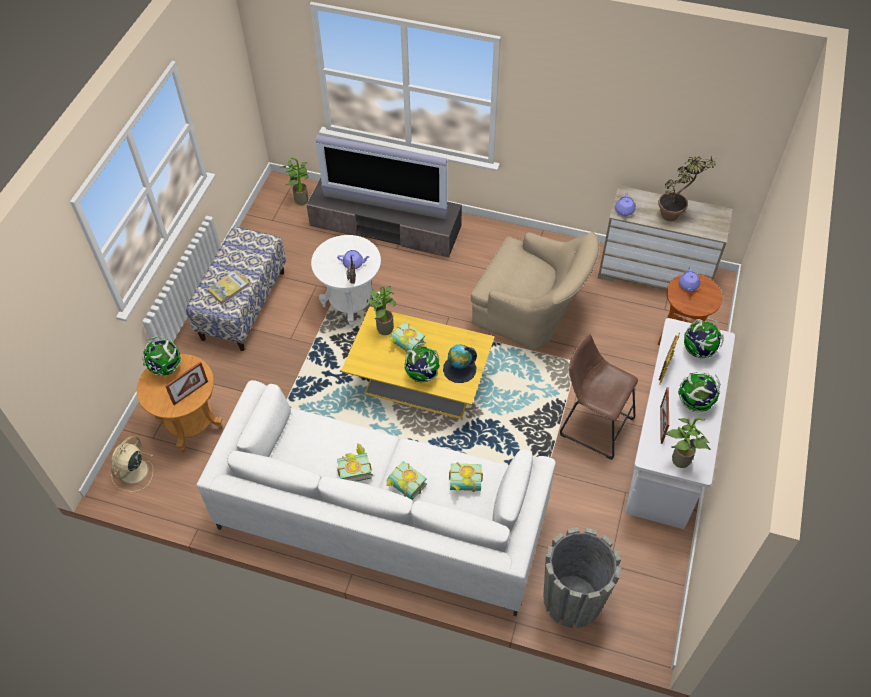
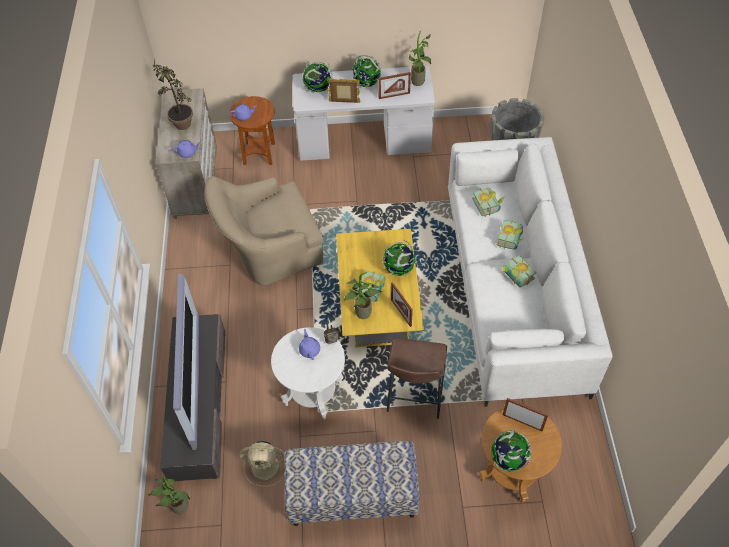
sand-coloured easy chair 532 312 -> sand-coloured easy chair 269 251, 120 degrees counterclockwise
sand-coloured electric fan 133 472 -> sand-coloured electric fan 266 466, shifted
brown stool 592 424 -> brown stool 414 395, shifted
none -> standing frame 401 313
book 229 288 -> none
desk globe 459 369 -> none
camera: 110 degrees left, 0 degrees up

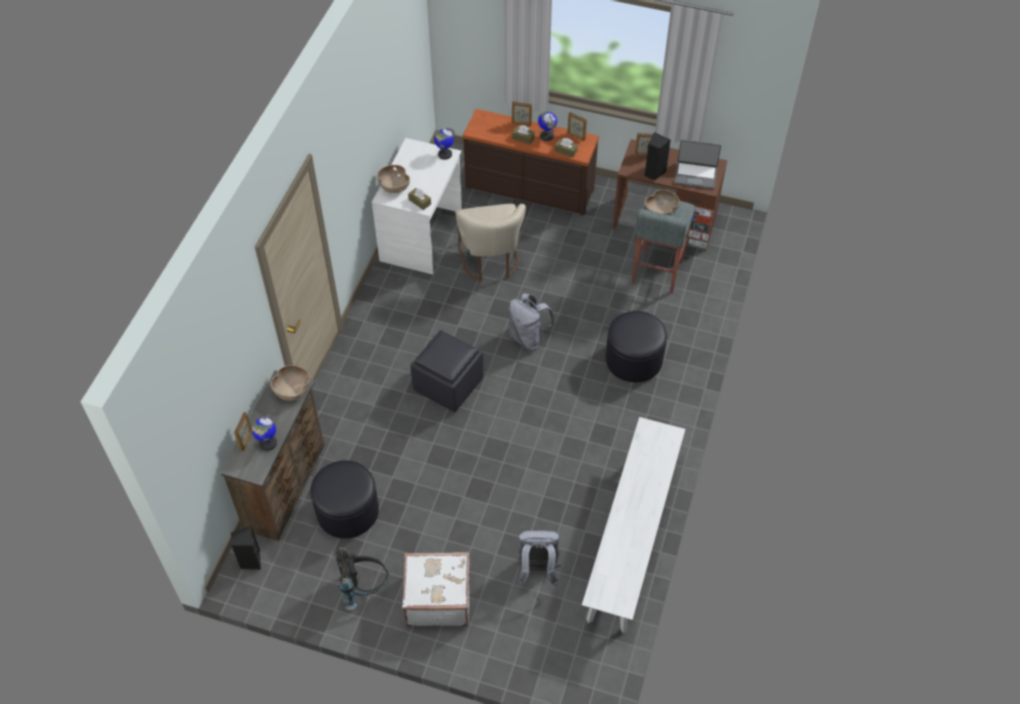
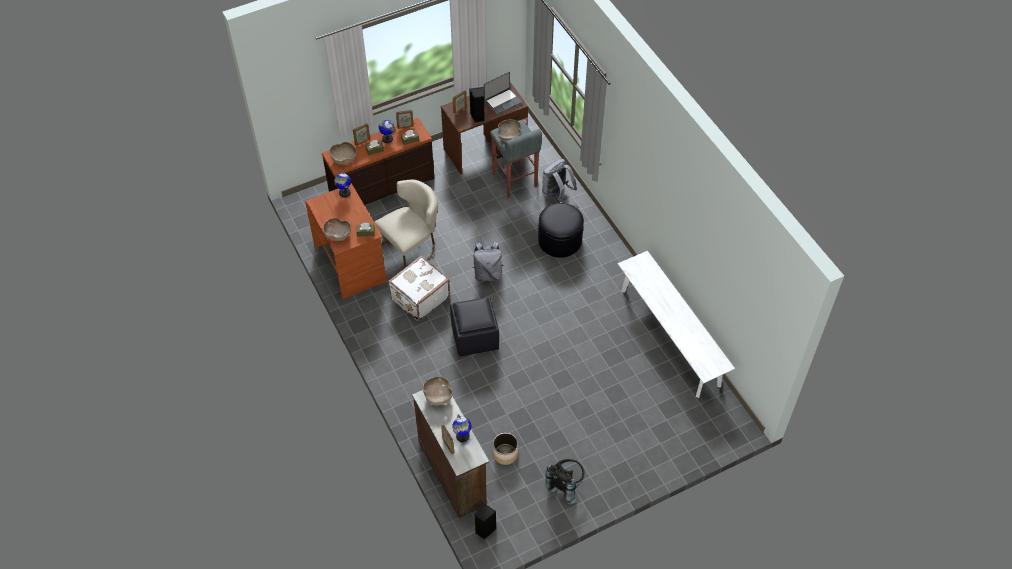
whitish desk unit 422 236 -> brown desk unit 351 264
none -> brown bowl 344 159
sand-coloured chair 490 261 -> sand-coloured chair 412 247, 75 degrees counterclockwise
whitish suitcase 437 598 -> whitish suitcase 419 298, shifted
black-coloured ottoman 347 511 -> flower pot 505 454
greyish knapsack 537 570 -> greyish knapsack 556 194, shifted
camera: 45 degrees left, 0 degrees up

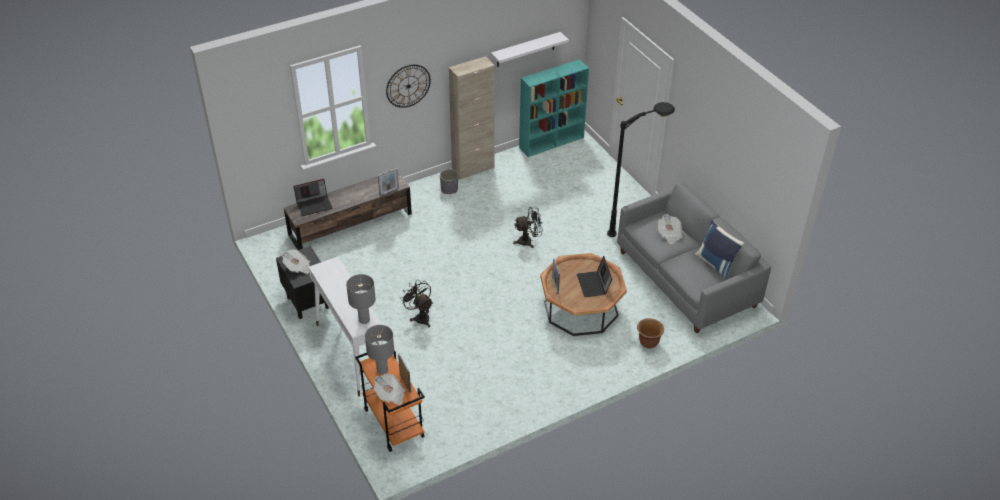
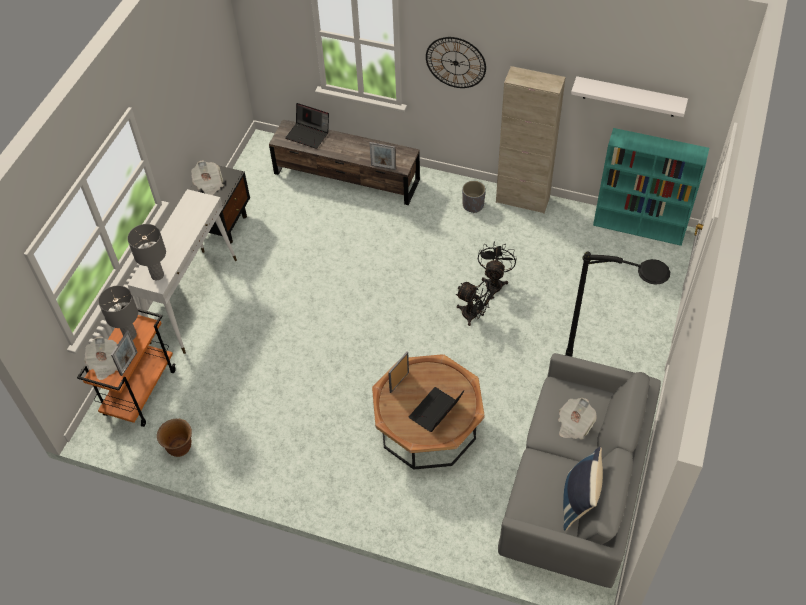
brown flower pot 648 342 -> brown flower pot 179 447, shifted
black-coloured electric fan 420 317 -> black-coloured electric fan 494 283, shifted
camera: 50 degrees right, 10 degrees up

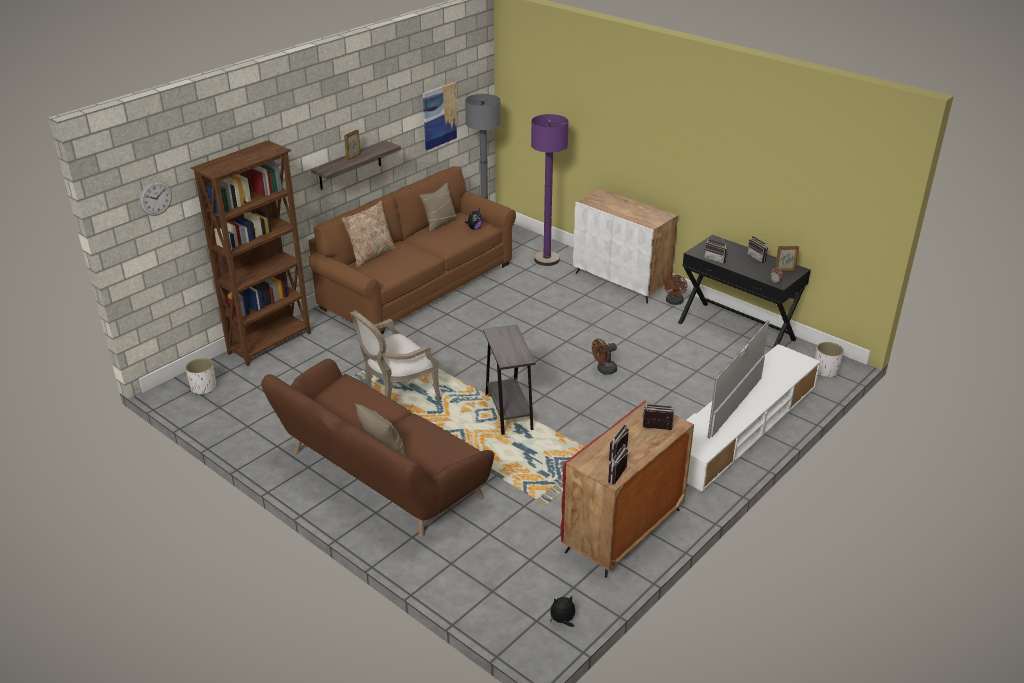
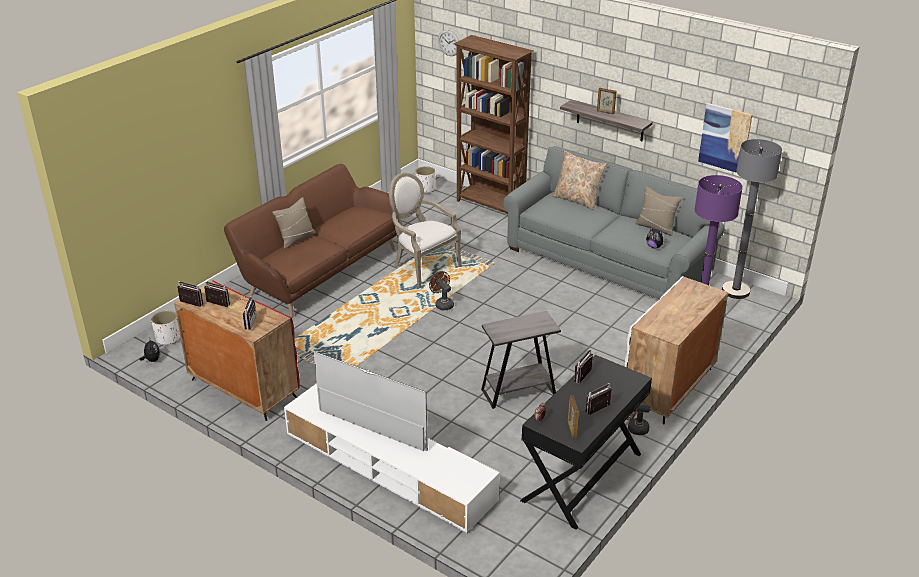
whitish flower pot 825 371 -> whitish flower pot 168 339, shifted
brown electric fan 604 370 -> brown electric fan 442 304, shifted
greyish end table 508 412 -> greyish end table 518 392, shifted
brown couch 417 285 -> greyish couch 609 261
camera: 85 degrees right, 0 degrees up

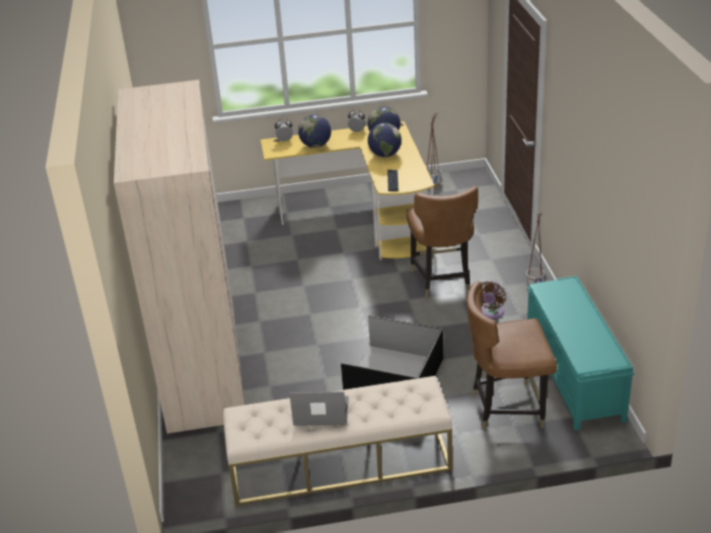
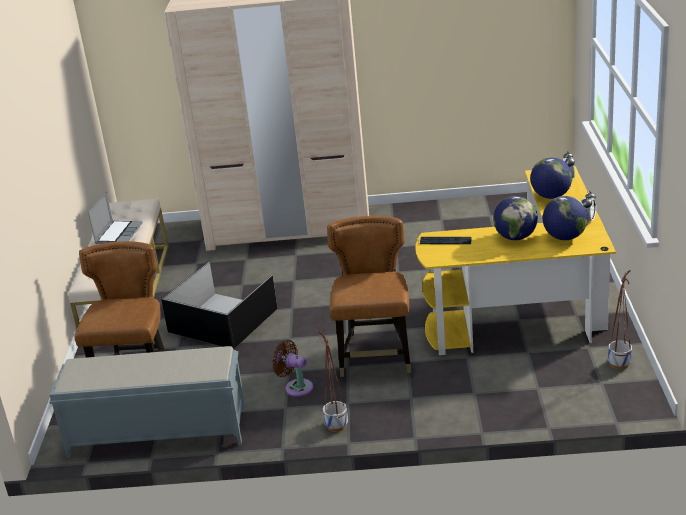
turquoise indoor bench 574 376 -> greyish indoor bench 156 432
brown chair 442 280 -> brown chair 376 358, 90 degrees clockwise
camera: 100 degrees right, 5 degrees down

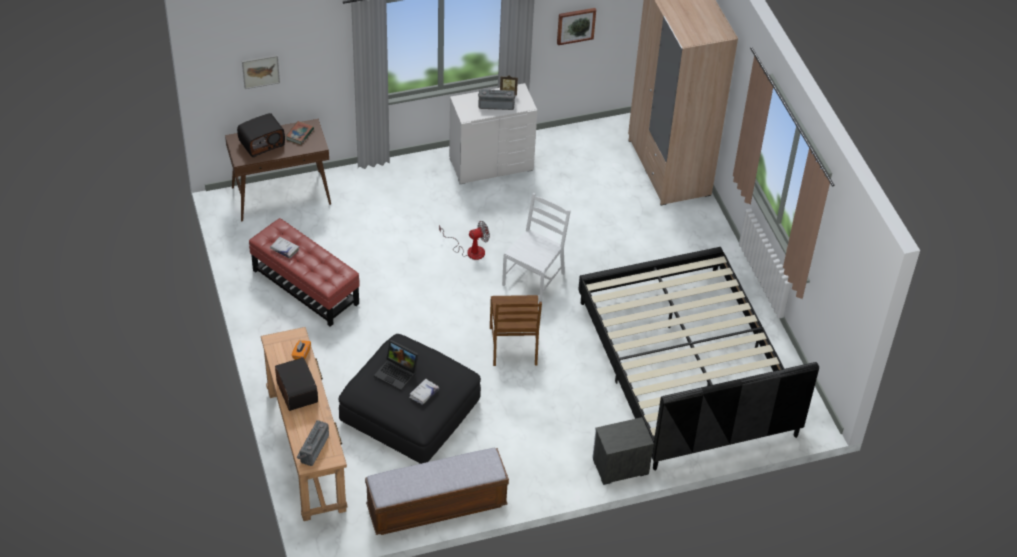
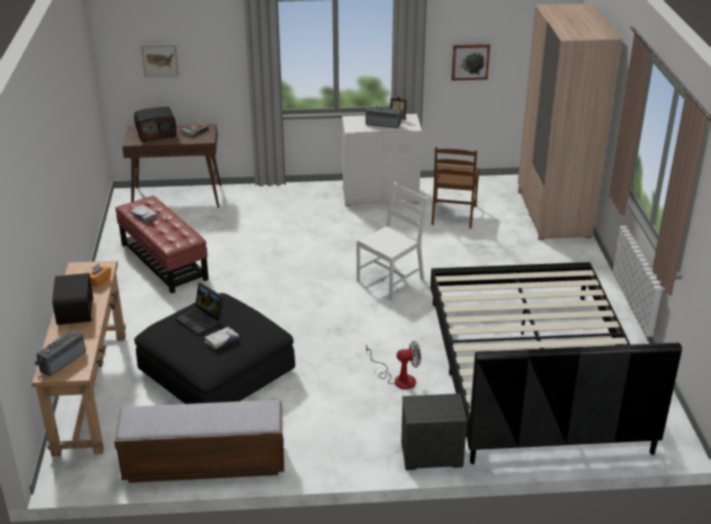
electric fan 470 250 -> electric fan 398 378, shifted
brown chair 514 346 -> brown chair 453 215, shifted
camera: 15 degrees right, 15 degrees down

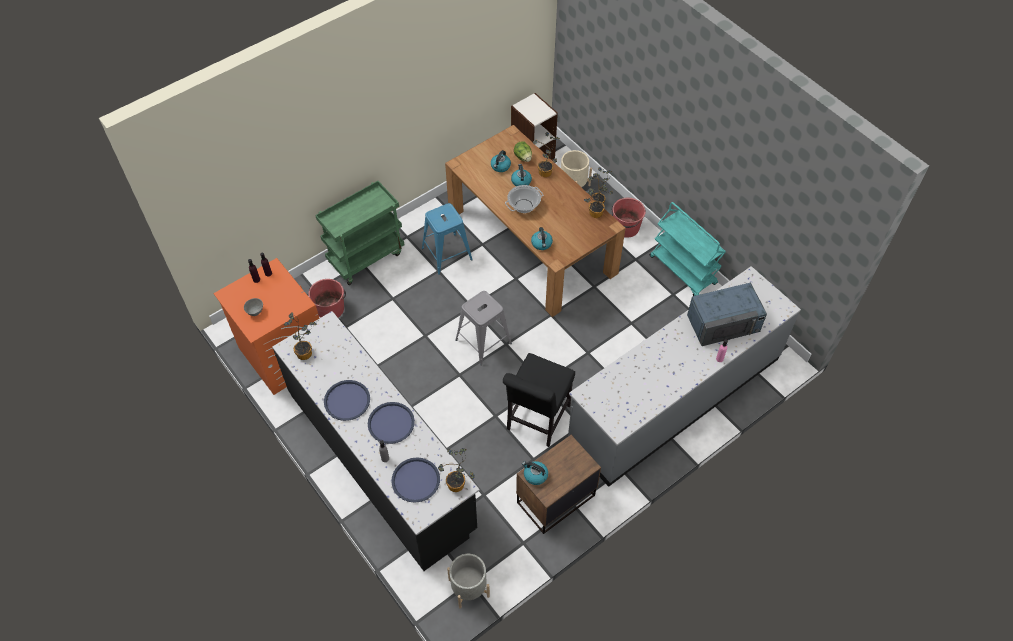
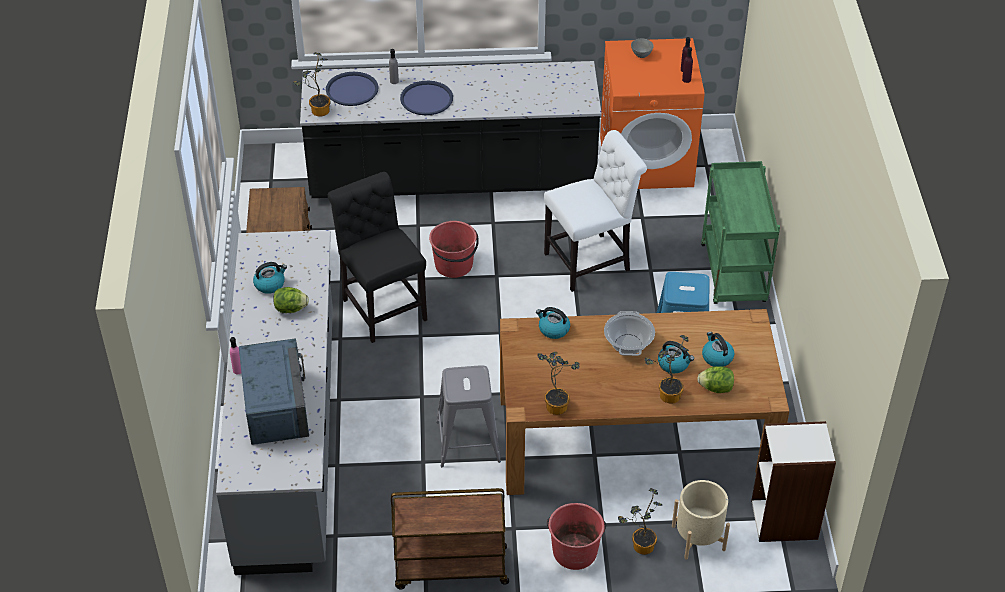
blue-coloured kitchen microwave 723 322 -> blue-coloured kitchen microwave 275 405, 150 degrees clockwise
tea kettle 535 475 -> tea kettle 270 284, shifted
none -> lettuce 290 309
turquoise trolley 683 270 -> brown trolley 450 568
reddish bucket 330 308 -> reddish bucket 454 265, shifted
greyish stool 483 341 -> greyish stool 468 442, shifted
none -> whitish chair 591 261
potted plant 306 352 -> none
blue-coloured serving tray 347 400 -> none
greyish flower pot 469 588 -> none
camera: 125 degrees right, 10 degrees down

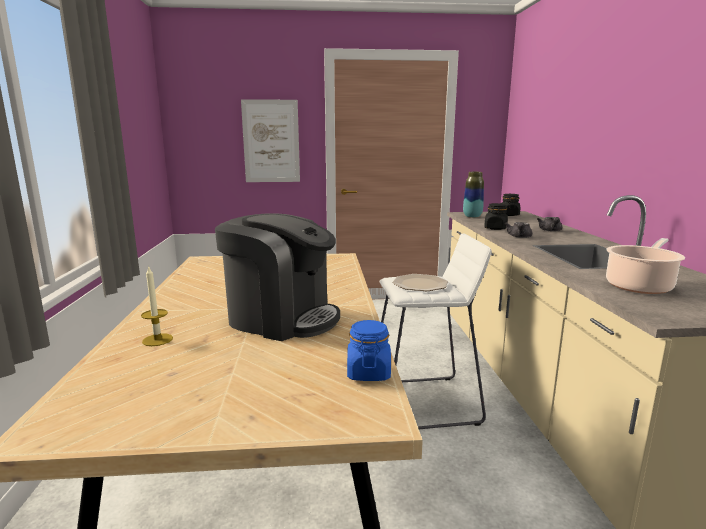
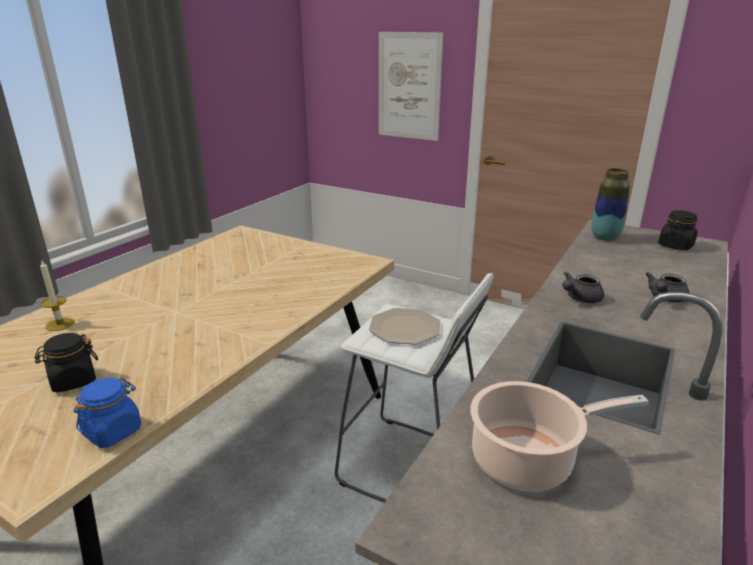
black-coloured storage jar 495 228 -> black-coloured storage jar 73 381, shifted
coffee brewer 281 318 -> none
camera: 35 degrees right, 10 degrees up

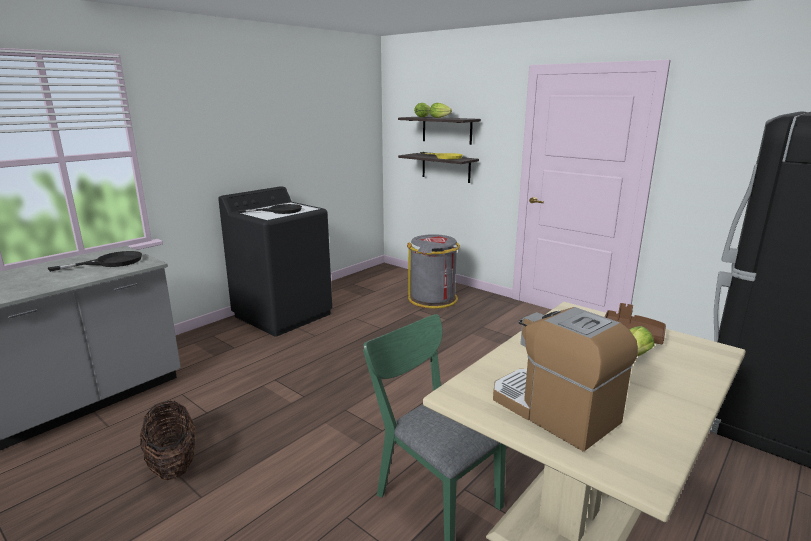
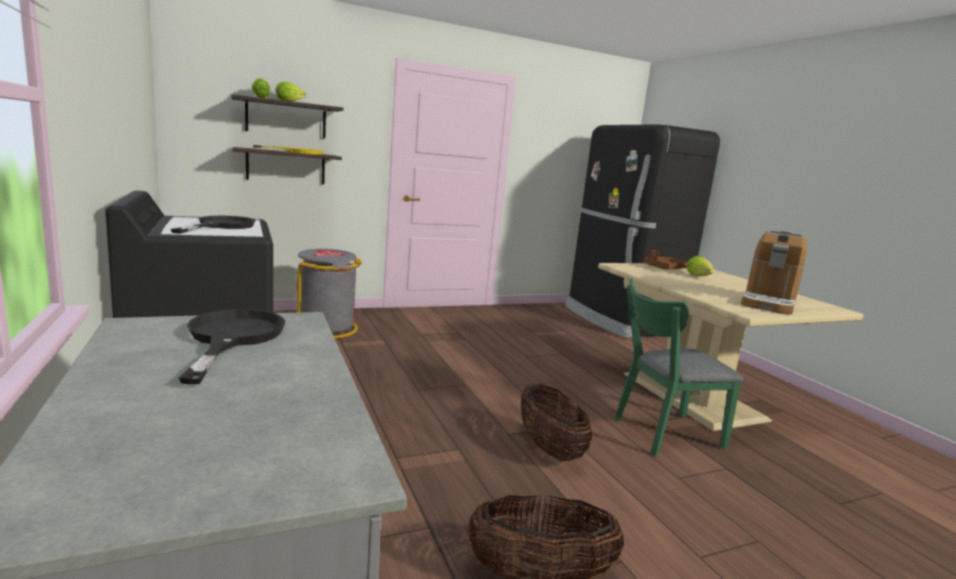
none -> basket 549 448
coffee brewer 554 411 -> coffee brewer 768 302, 45 degrees counterclockwise
camera: 65 degrees left, 5 degrees down

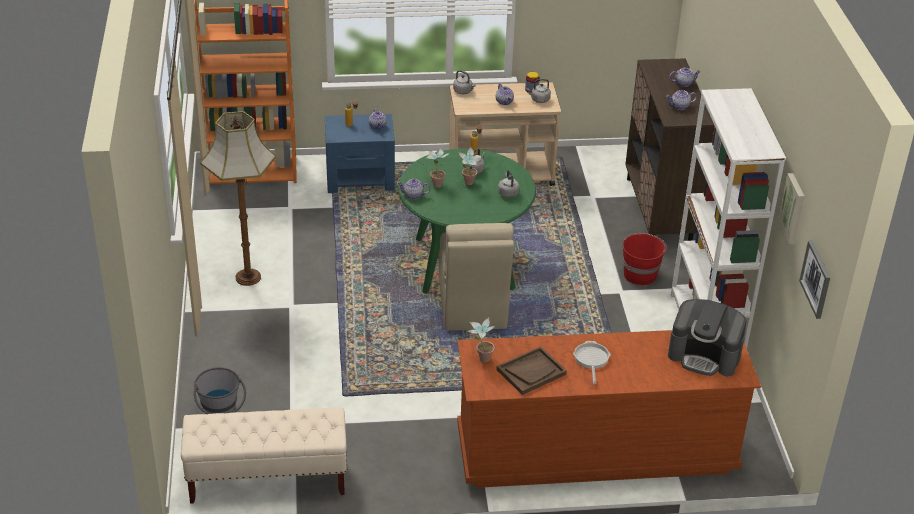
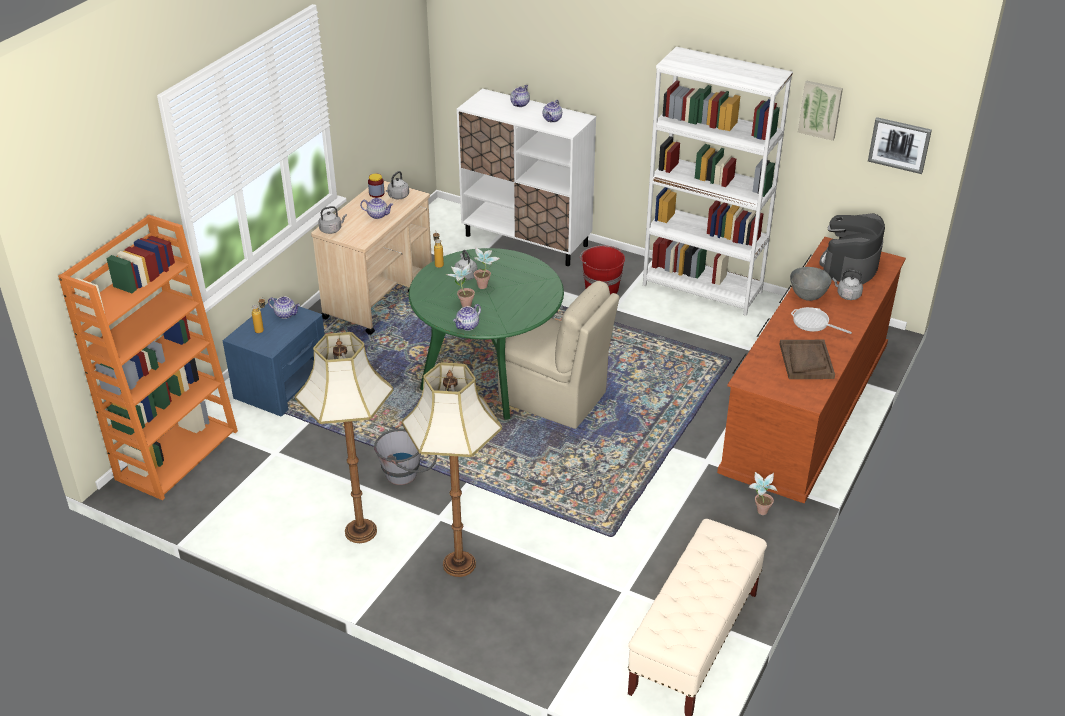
greyish bucket 221 414 -> greyish bucket 408 475, shifted
none -> standing lamp 458 565
brown storage cabinet 658 210 -> whitish storage cabinet 527 240
potted plant 481 358 -> potted plant 759 513, shifted
none -> greyish bowl 808 296
coffee brewer 704 355 -> coffee brewer 849 266, 150 degrees clockwise
greyish tea kettle 508 193 -> greyish tea kettle 847 295, shifted
camera: 55 degrees left, 0 degrees up

